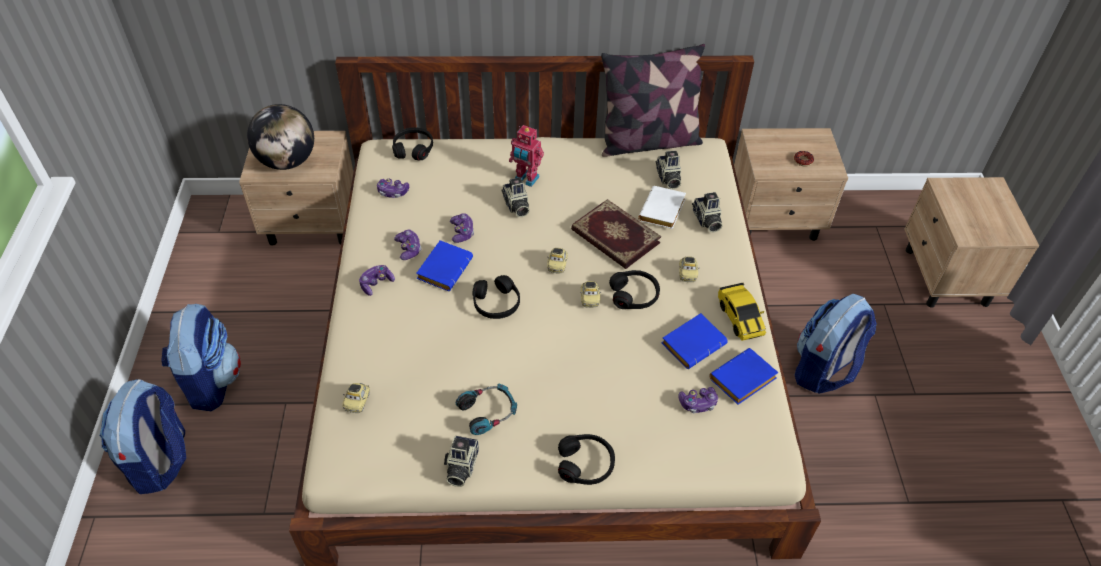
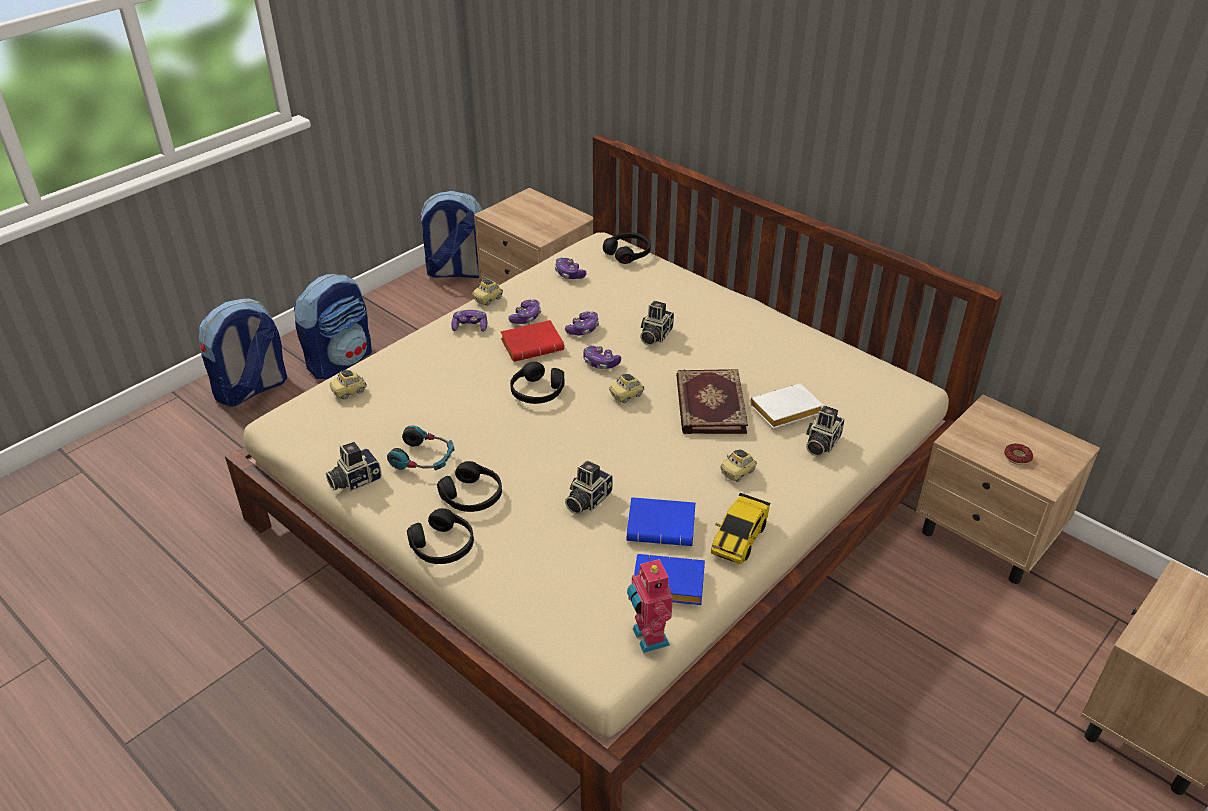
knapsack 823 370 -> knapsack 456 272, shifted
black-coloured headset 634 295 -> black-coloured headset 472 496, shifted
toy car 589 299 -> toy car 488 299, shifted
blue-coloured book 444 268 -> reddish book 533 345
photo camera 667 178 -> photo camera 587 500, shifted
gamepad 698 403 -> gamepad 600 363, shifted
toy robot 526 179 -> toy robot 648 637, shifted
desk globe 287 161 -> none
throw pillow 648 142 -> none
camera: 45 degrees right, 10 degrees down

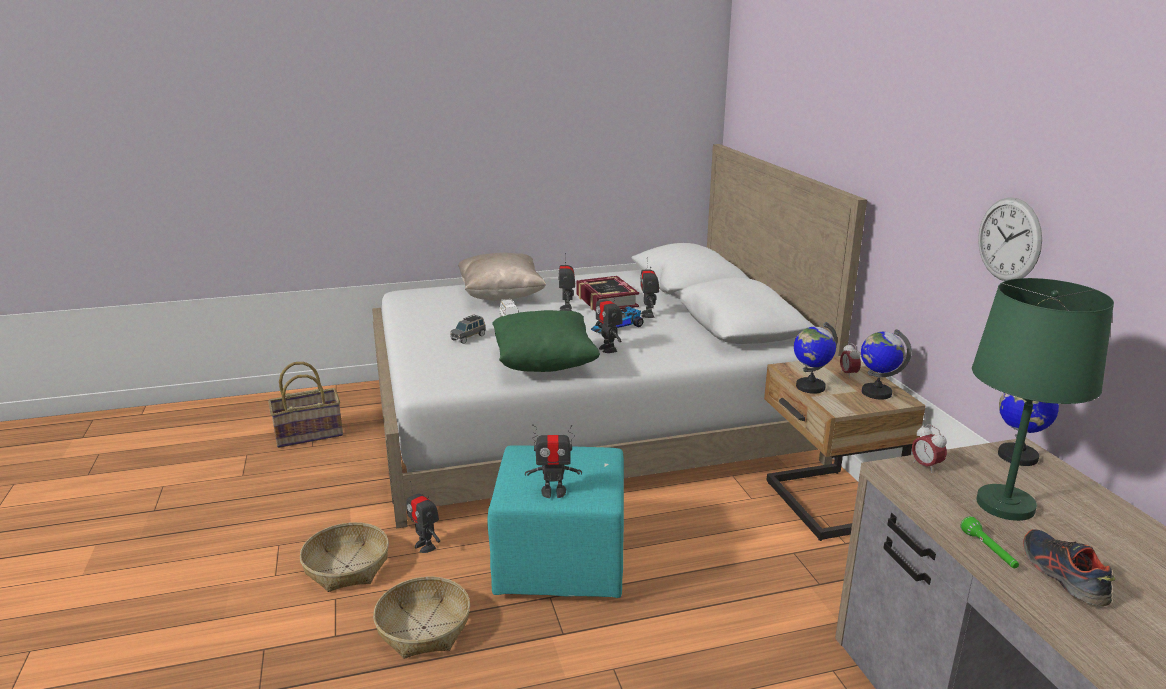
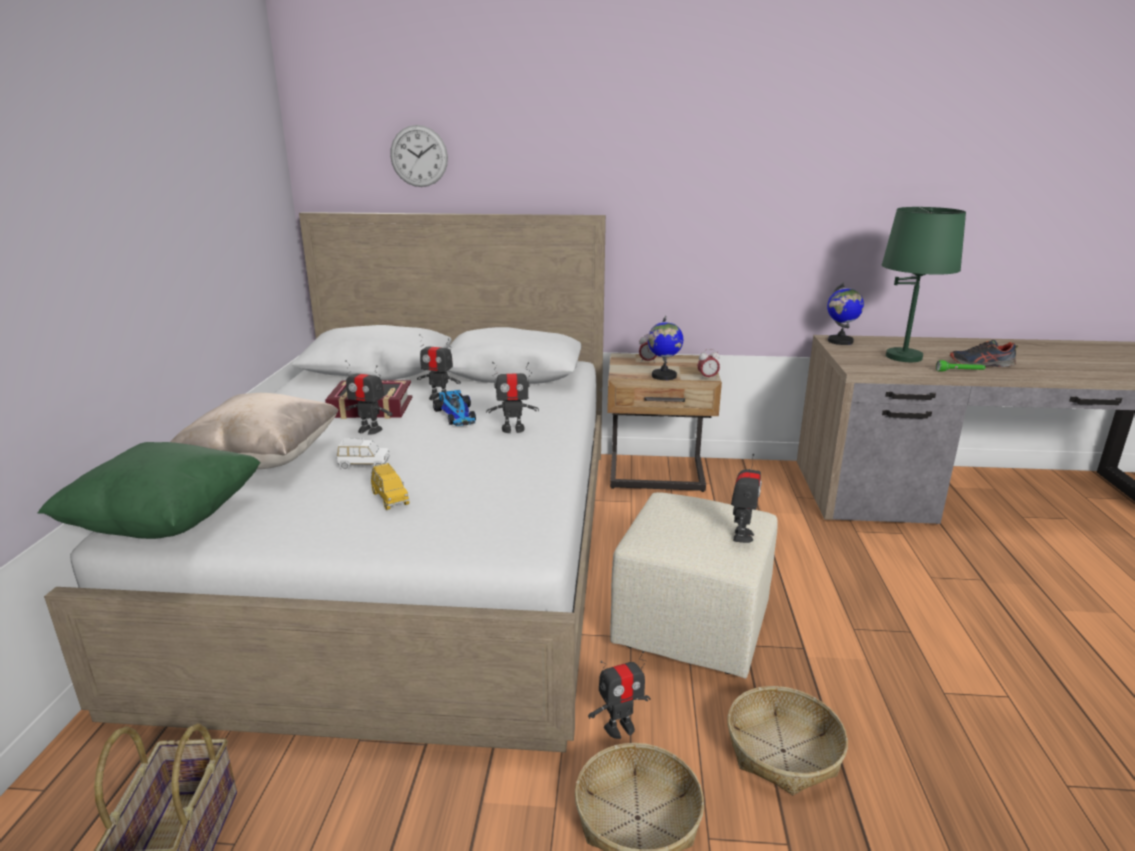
green-coloured throw pillow 544 364 -> green-coloured throw pillow 166 521, shifted
greyish toy car 468 337 -> yellow-coloured toy car 390 498
hanging clock 1009 239 -> hanging clock 419 156, shifted
turquoise ottoman 562 563 -> sand-coloured ottoman 691 625
bedside clock 925 466 -> bedside clock 707 378, shifted
desk globe 876 392 -> none
camera: 70 degrees left, 0 degrees up

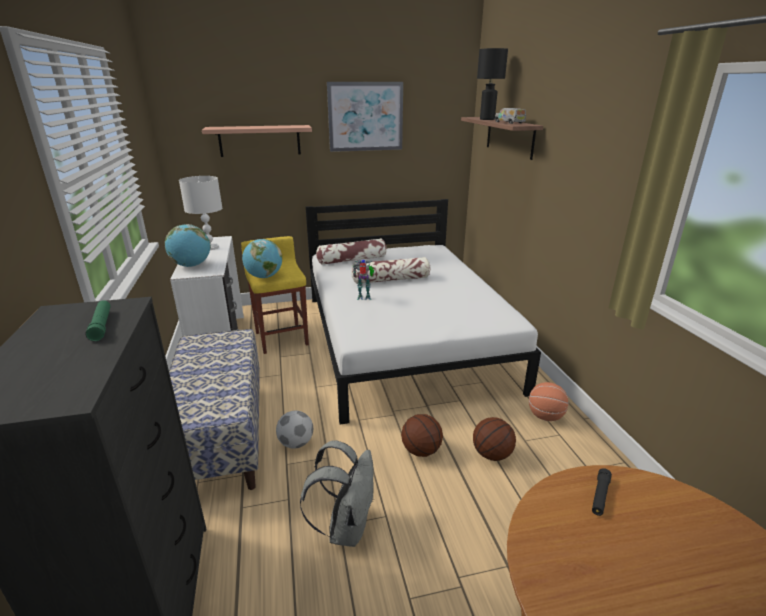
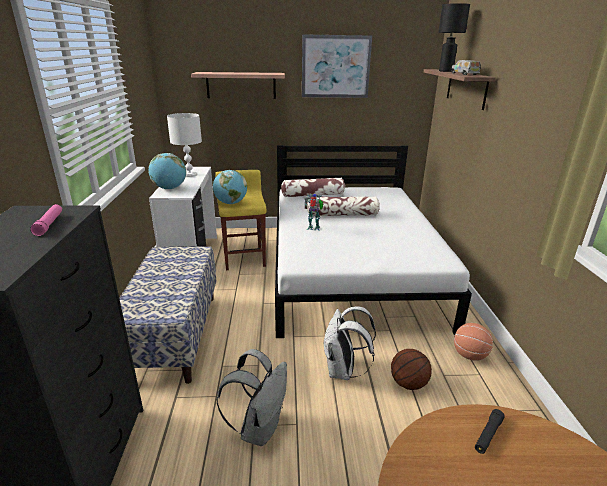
green-coloured flashlight 101 325 -> pink-coloured flashlight 49 224
ball for basketball 421 451 -> whitish knapsack 343 371
football 296 443 -> none
camera: 10 degrees right, 0 degrees up

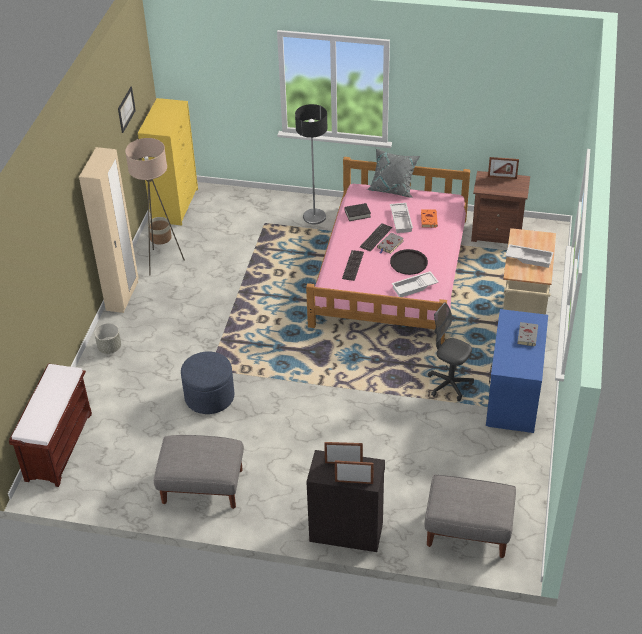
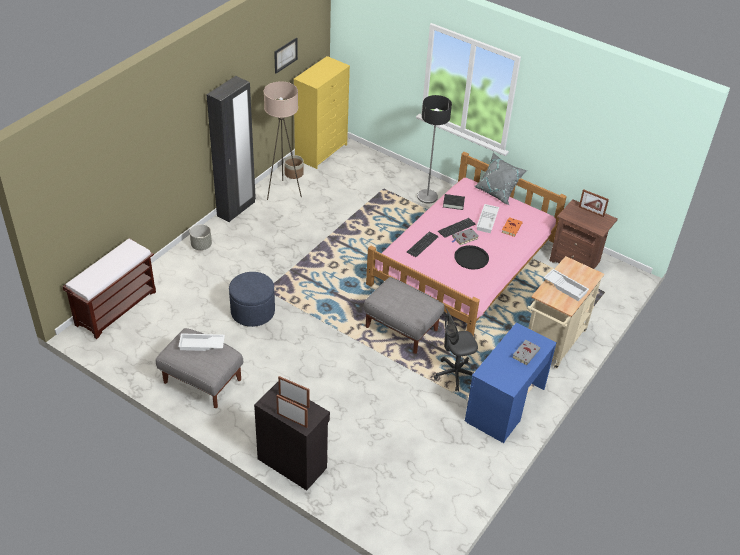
whitish serving tray 414 287 -> whitish serving tray 201 345, shifted
sand-coloured clothes cupboard 123 296 -> black-coloured clothes cupboard 236 209
greyish ottoman 468 531 -> greyish ottoman 402 328, shifted
greyish desk chair 449 384 -> greyish desk chair 454 374, 75 degrees counterclockwise
camera: 20 degrees right, 0 degrees up

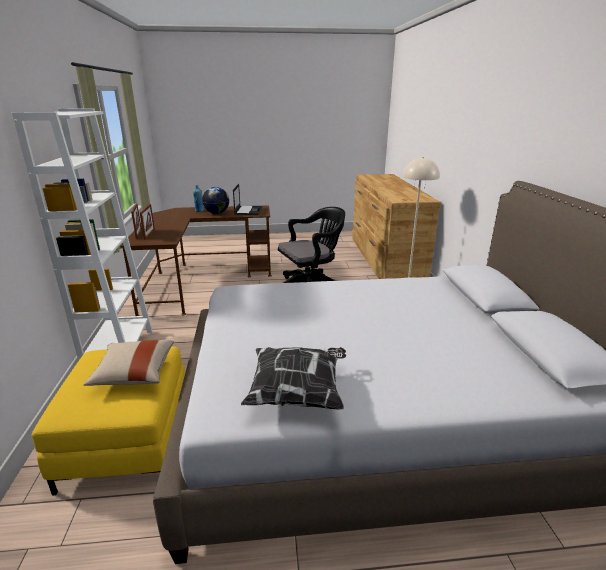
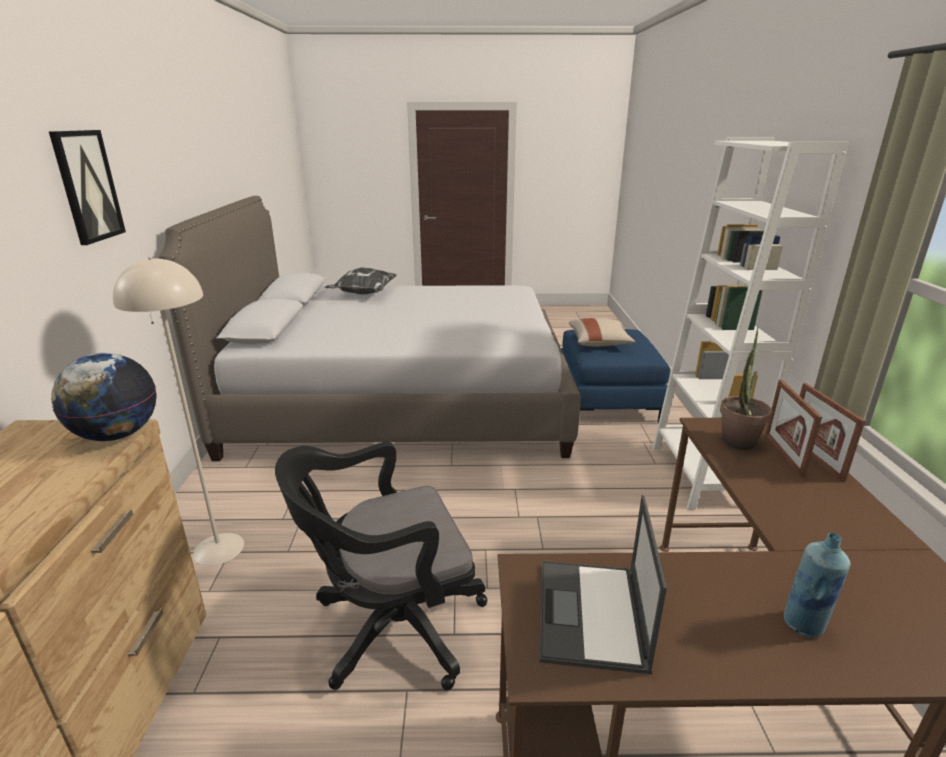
none -> wall art 87 186
desk globe 217 213 -> desk globe 117 435, shifted
throw pillow 298 392 -> throw pillow 363 294, shifted
yellow-coloured ottoman 129 440 -> blue-coloured ottoman 606 400
none -> potted plant 736 445
camera: 175 degrees left, 0 degrees up

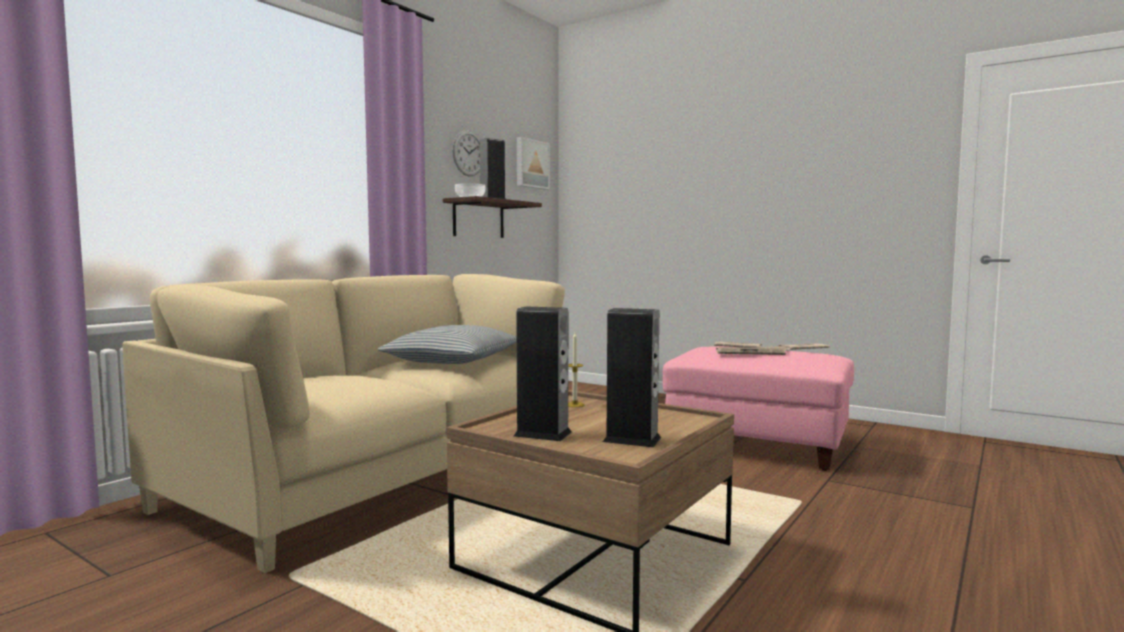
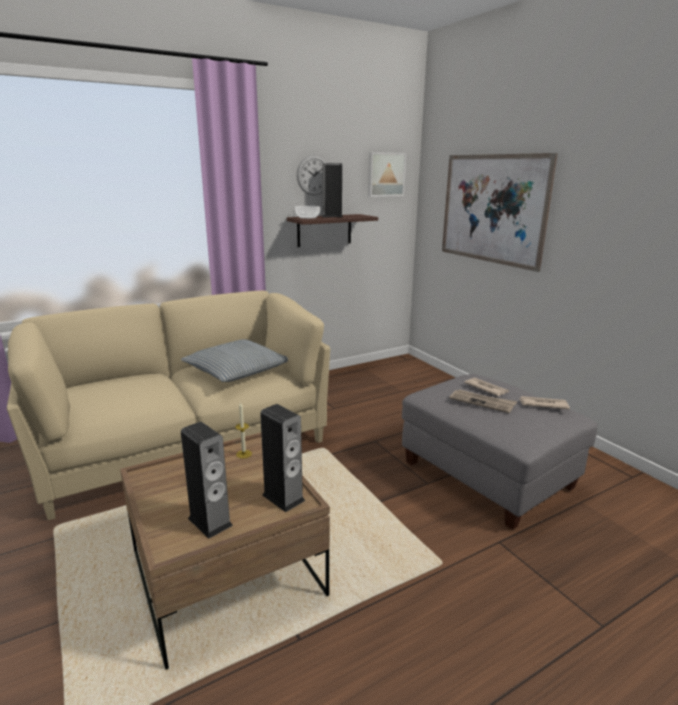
loudspeaker 542 434 -> loudspeaker 283 497, shifted
pink-coloured ottoman 758 444 -> greyish ottoman 488 476
none -> wall art 492 209
camera: 25 degrees right, 15 degrees up

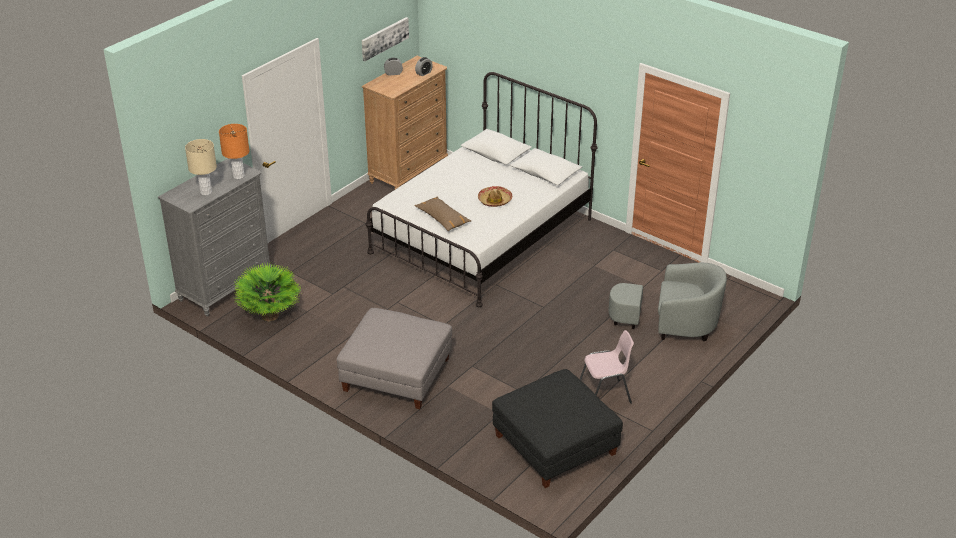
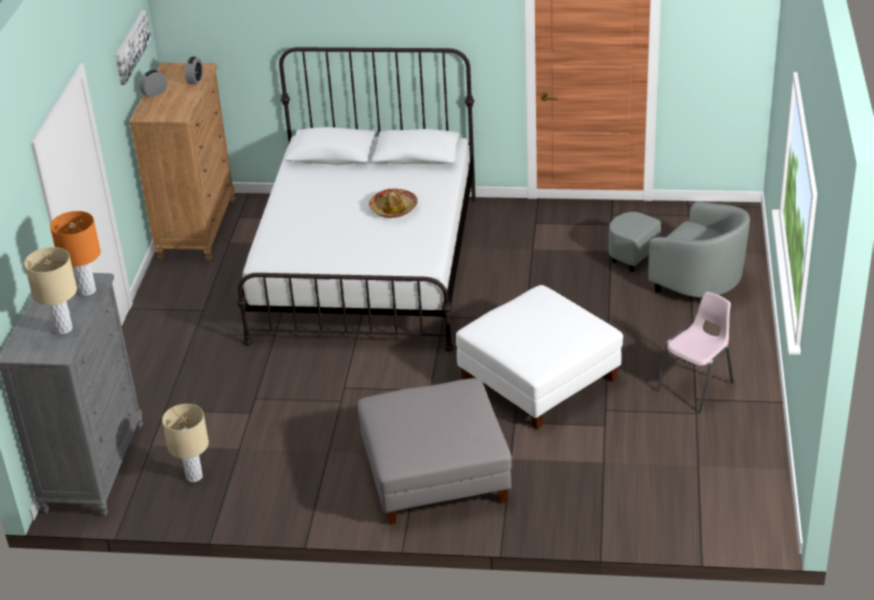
potted plant 270 316 -> sand-coloured lamp for a table 194 476
none -> whitish ottoman 539 379
greyish easy chair 671 324 -> greyish easy chair 682 278, 60 degrees clockwise
brown throw pillow 442 219 -> none
black-coloured ottoman 554 444 -> none
camera: 30 degrees left, 0 degrees up

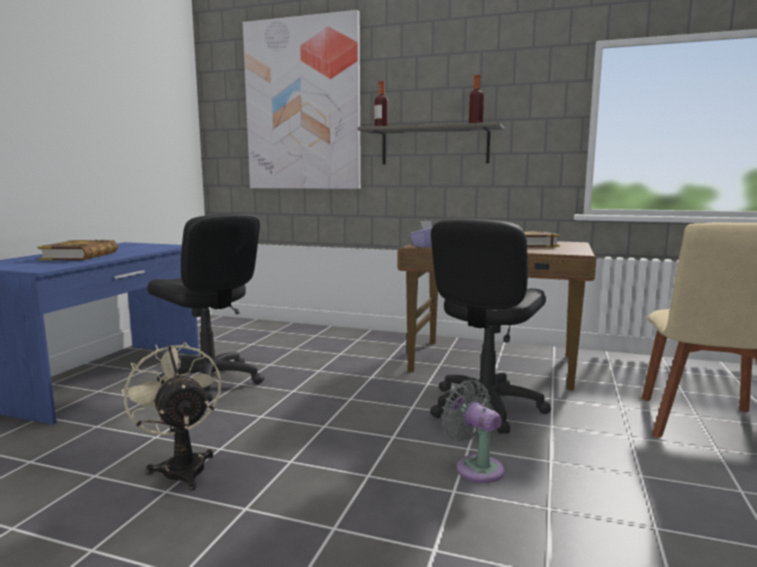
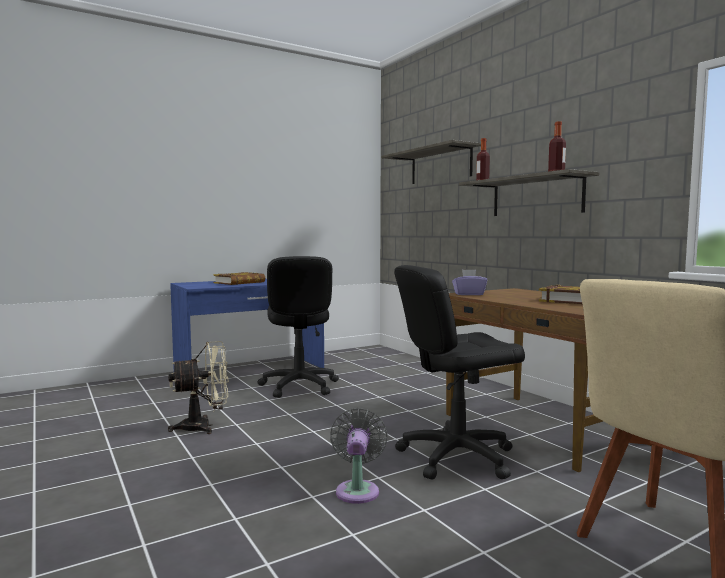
sand-coloured electric fan 182 466 -> sand-coloured electric fan 203 426, 60 degrees clockwise
wall art 302 105 -> shelf 440 165
camera: 40 degrees right, 5 degrees down

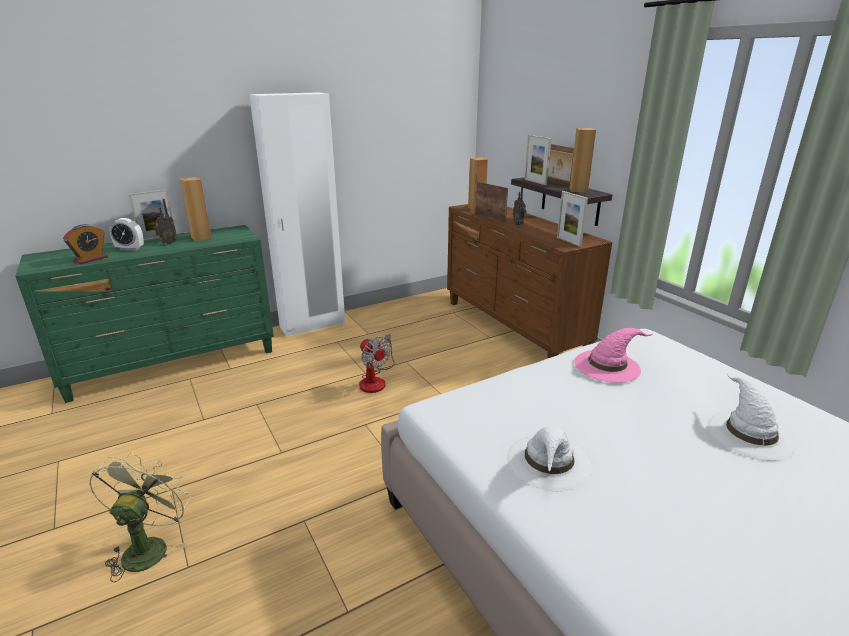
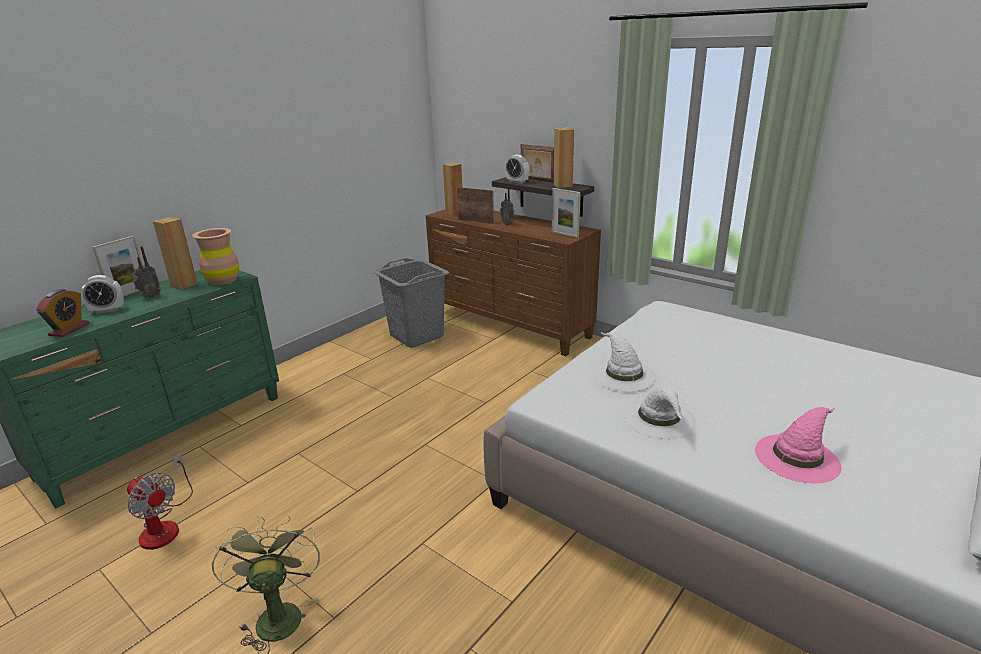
electric fan 375 380 -> electric fan 164 525, shifted
none -> brown decorative vase 223 280
none -> greyish washing basket 417 335
standing frame 535 182 -> bedside clock 517 182
whitish hat 749 434 -> whitish hat 623 375, shifted
pink-coloured hat 607 365 -> pink-coloured hat 797 457, shifted
whitish clothes cupboard 312 325 -> none
camera: 20 degrees left, 0 degrees up

